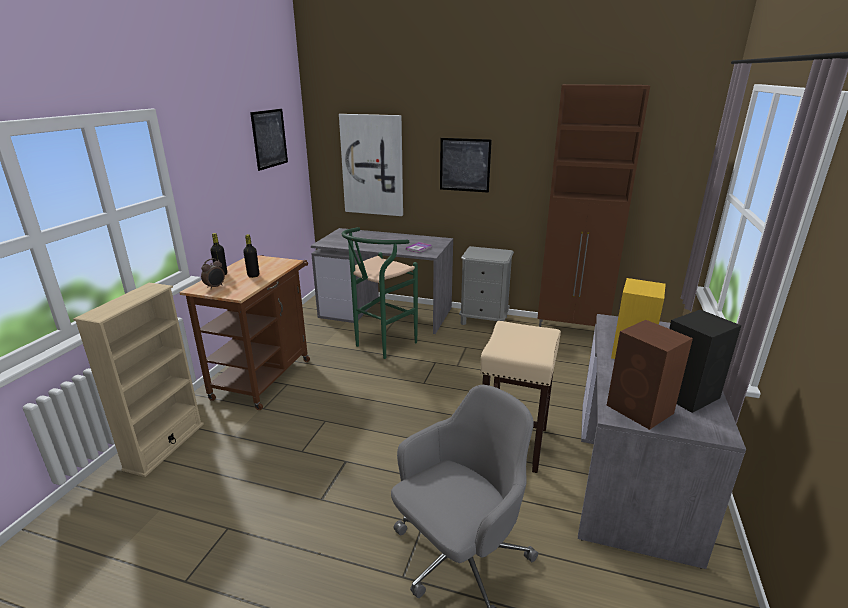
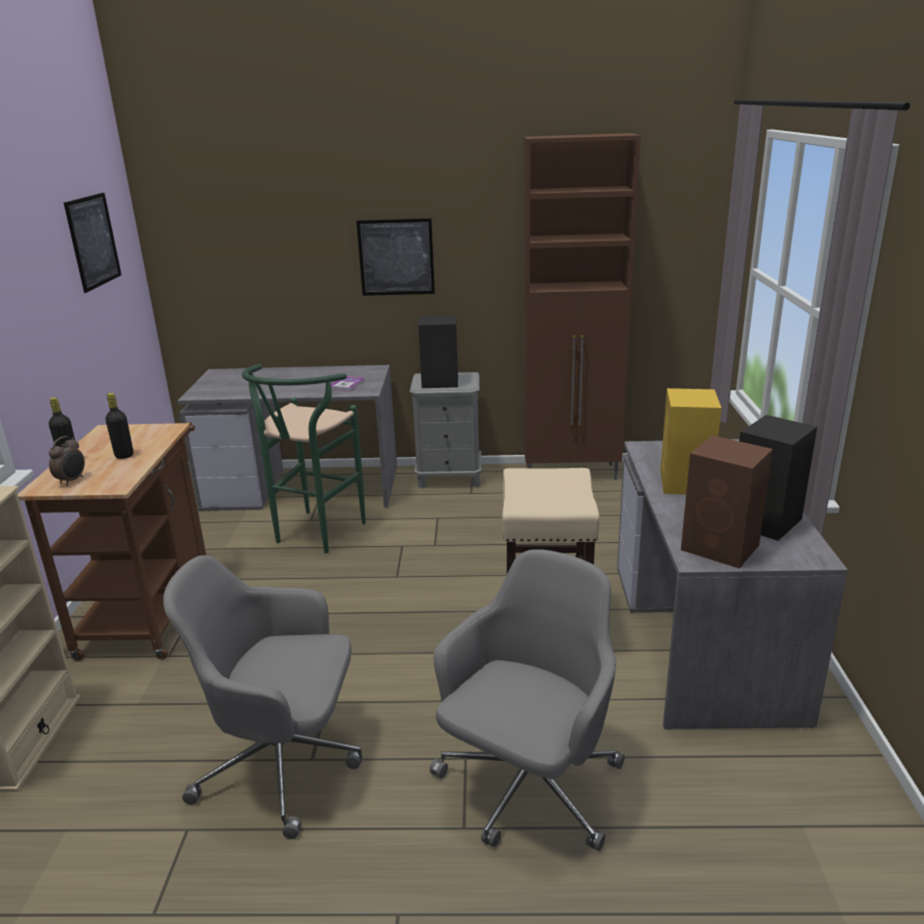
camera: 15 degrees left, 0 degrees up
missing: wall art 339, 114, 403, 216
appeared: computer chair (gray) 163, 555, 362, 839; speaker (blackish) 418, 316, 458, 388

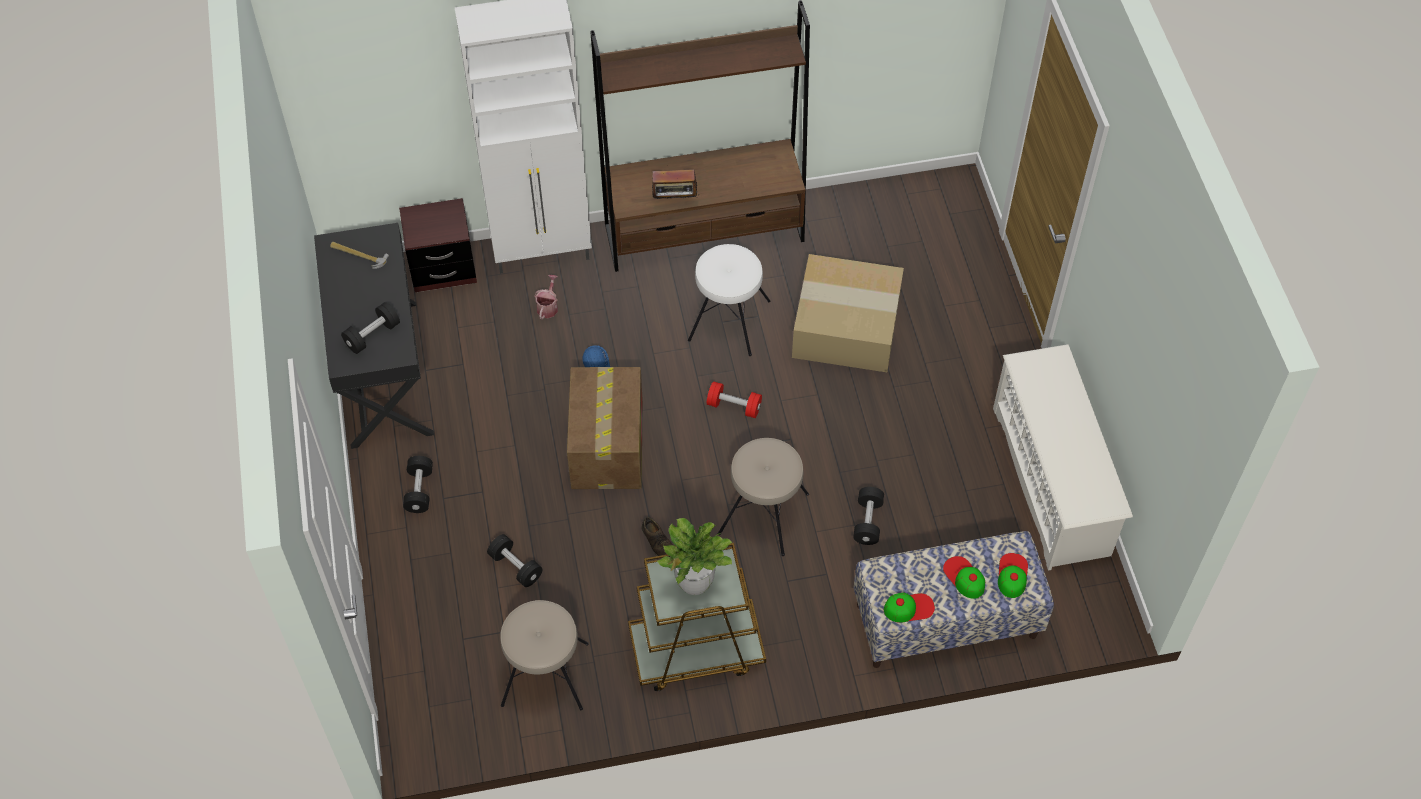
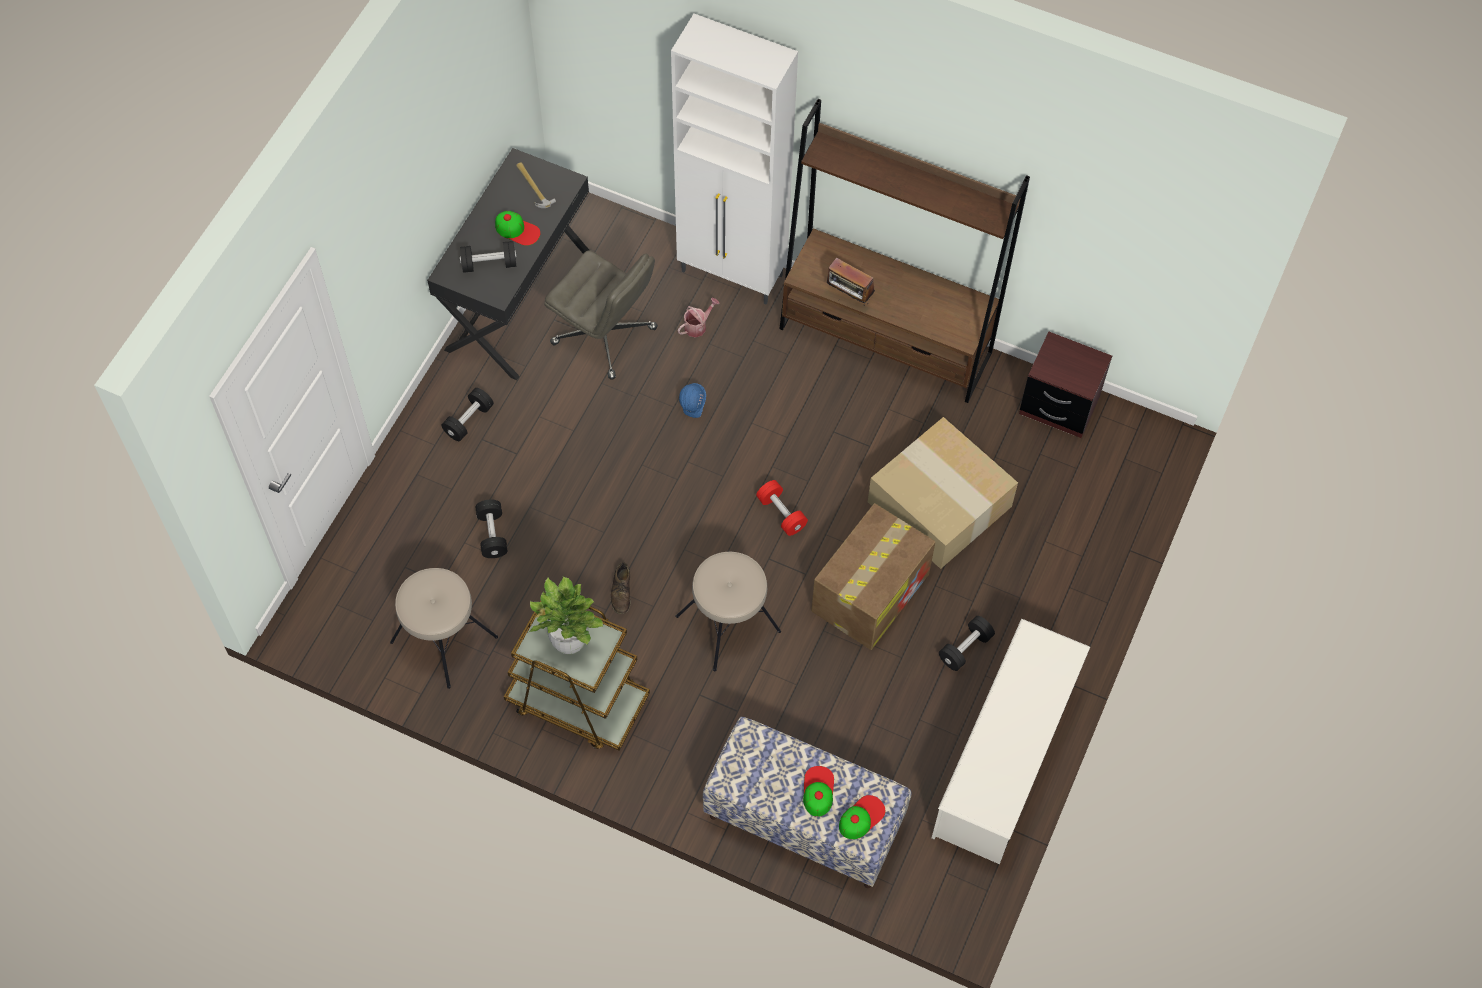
camera: 35 degrees right, 5 degrees up
missing: sitting stool (white-coloured) 688, 244, 771, 356
appeared: computer chair (gray) 544, 250, 658, 380
relocated: night table (brownish) 399, 198, 477, 292 to 1019, 332, 1112, 438; cardboard box 567, 367, 643, 489 to 811, 503, 936, 650; dumbbell (blackish) 853, 487, 884, 545 to 939, 616, 995, 671; cap 884, 593, 935, 623 to 495, 211, 540, 246

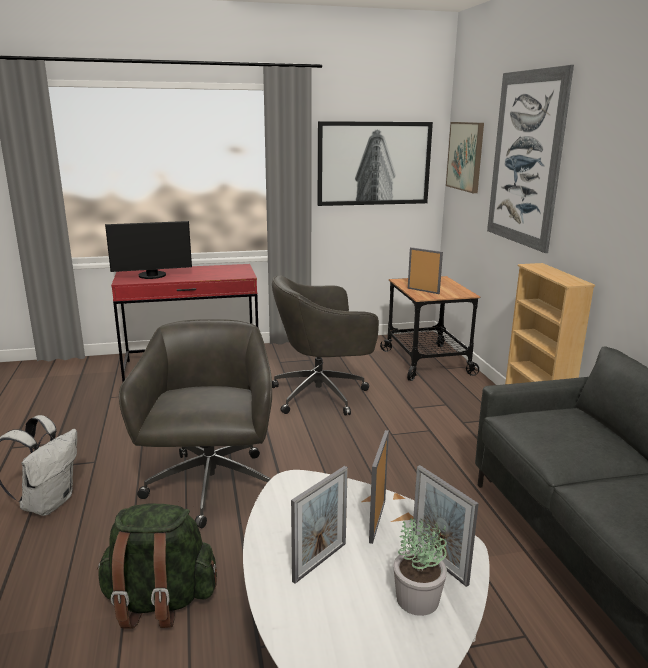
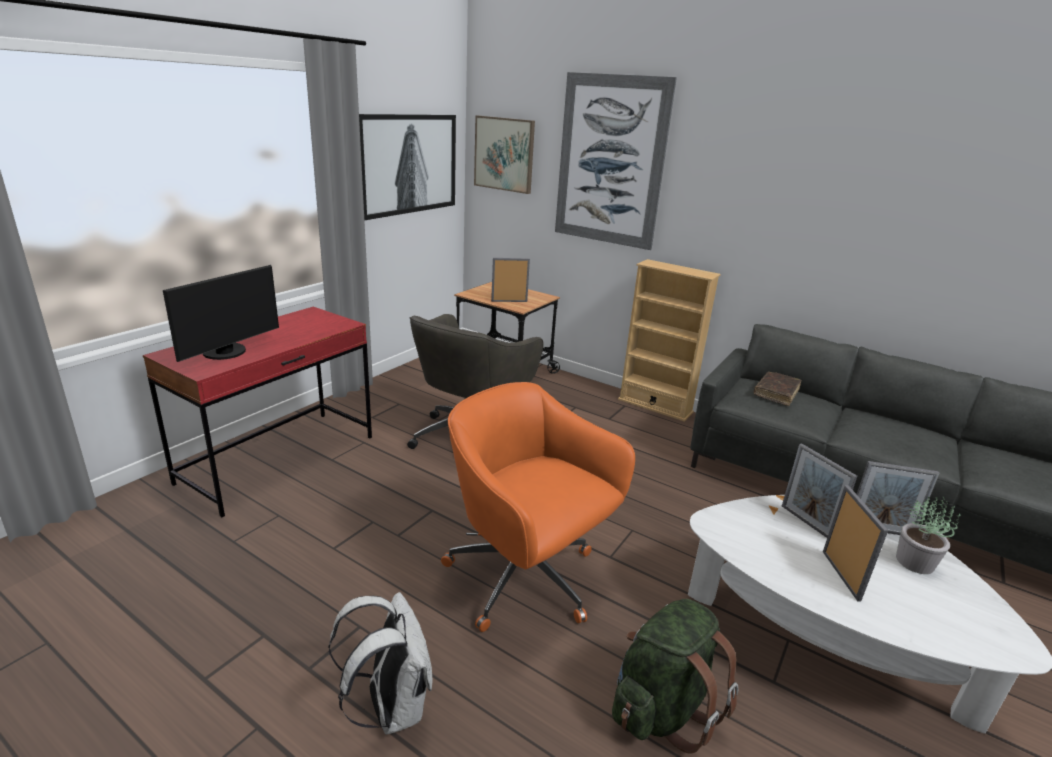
camera: 45 degrees left, 5 degrees up
appeared: book (brownish) 754, 372, 802, 406
colour: computer chair (gray) 119, 319, 272, 529 to computer chair (orangey) 441, 382, 635, 632

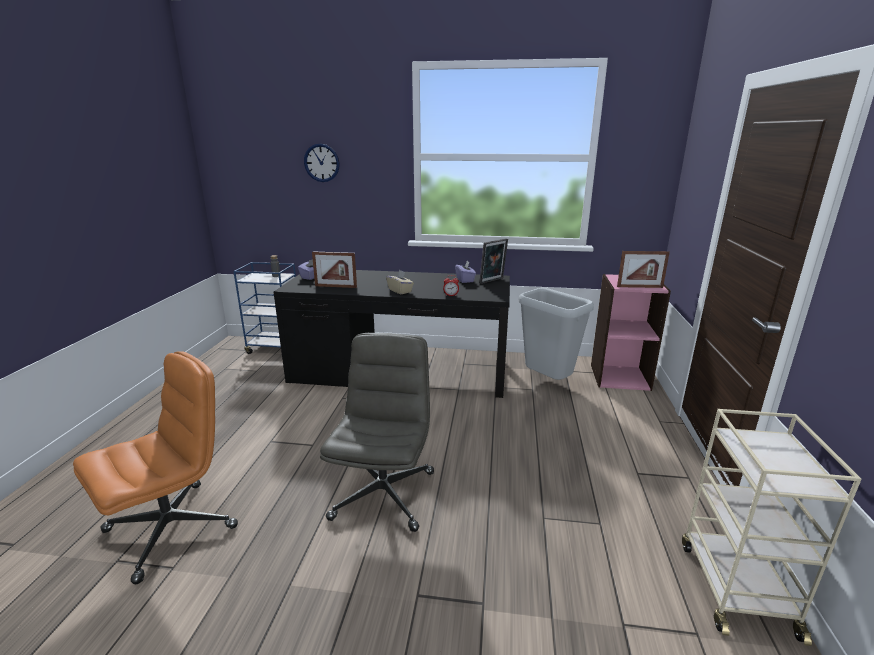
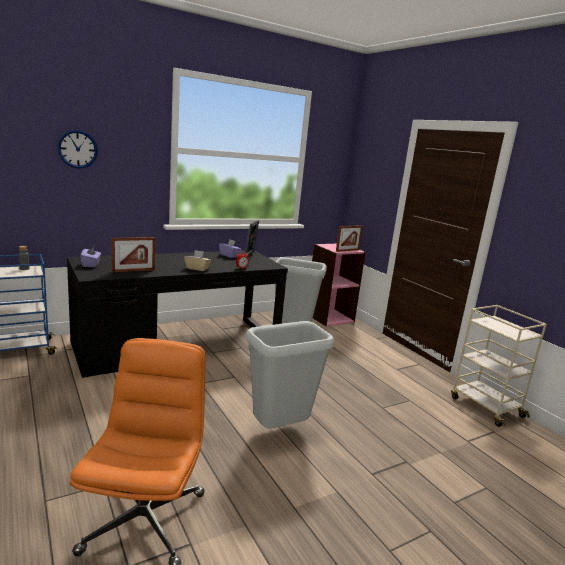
camera: 40 degrees left, 5 degrees down
exchanged: computer chair (gray) 320, 333, 434, 532 to waste bin (gray) 246, 321, 334, 428

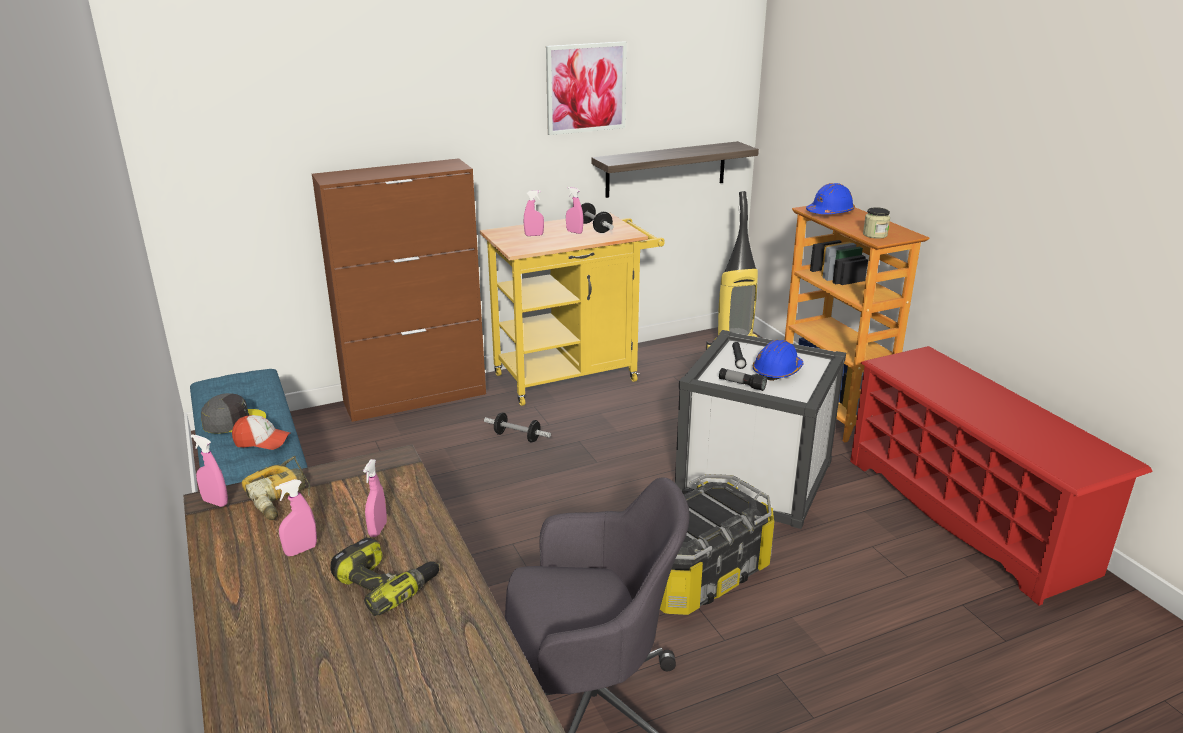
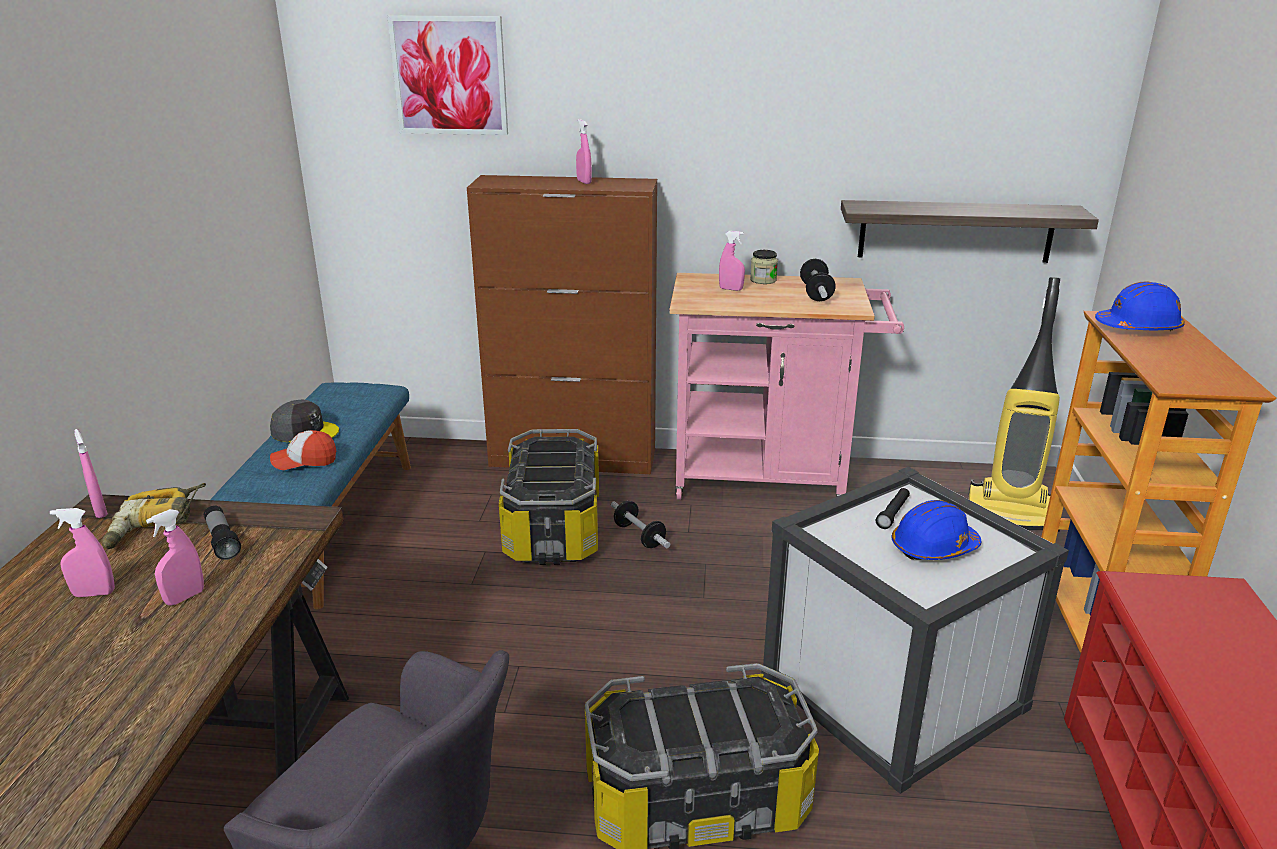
camera: 30 degrees right, 0 degrees up
missing: power drill 330, 537, 440, 616
appeared: storage container 499, 429, 599, 565
relocated: wall art 546, 41, 627, 135 to 387, 15, 508, 135; sprayer (pinkish) 566, 187, 583, 234 to 576, 119, 592, 184; flashlight 719, 368, 767, 391 to 204, 505, 241, 560; preserve jar 863, 207, 890, 239 to 750, 250, 778, 284
colour: cart (yellow-coloured) 480, 213, 665, 406 to cart (pinkish) 669, 273, 904, 500
spun: cap 232, 415, 291, 450 = 270, 430, 336, 470 135 degrees clockwise

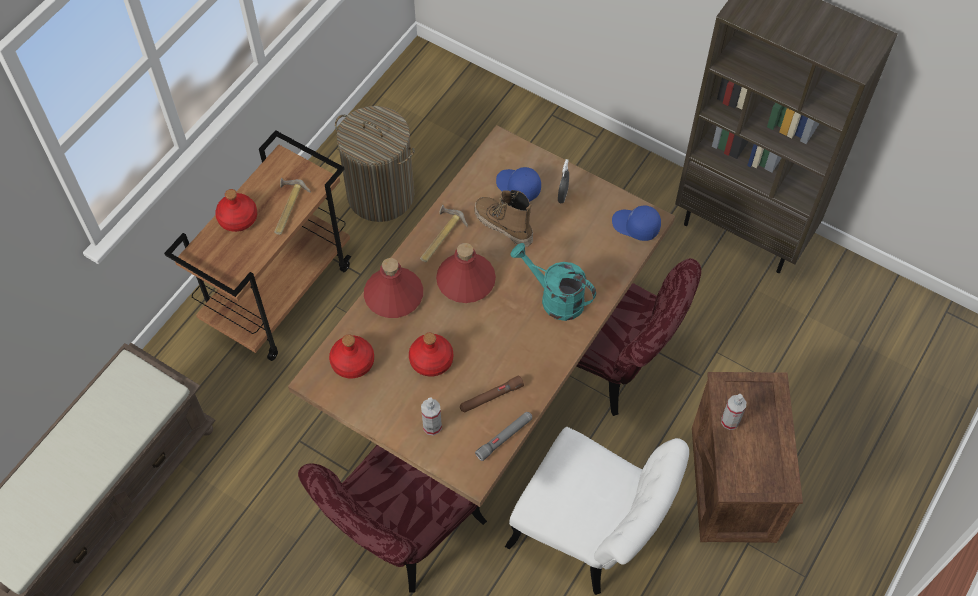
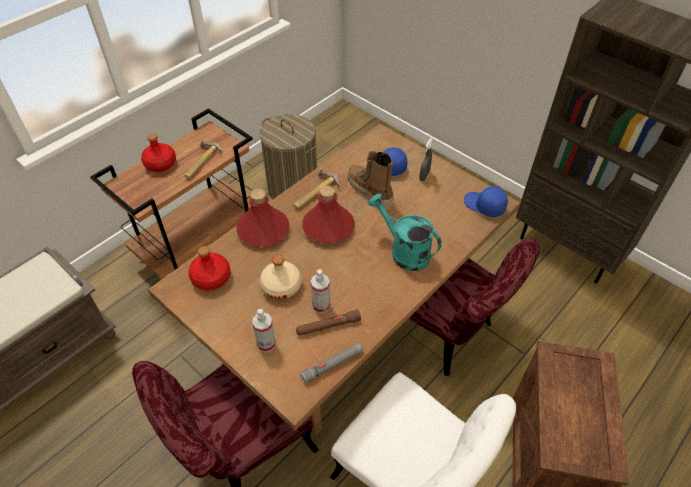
camera: 10 degrees right, 10 degrees down
relocated: sprayer 721, 394, 746, 430 to 311, 269, 330, 313
colour: drink bottle (red) 409, 333, 453, 377 to drink bottle (beige) 260, 255, 301, 299

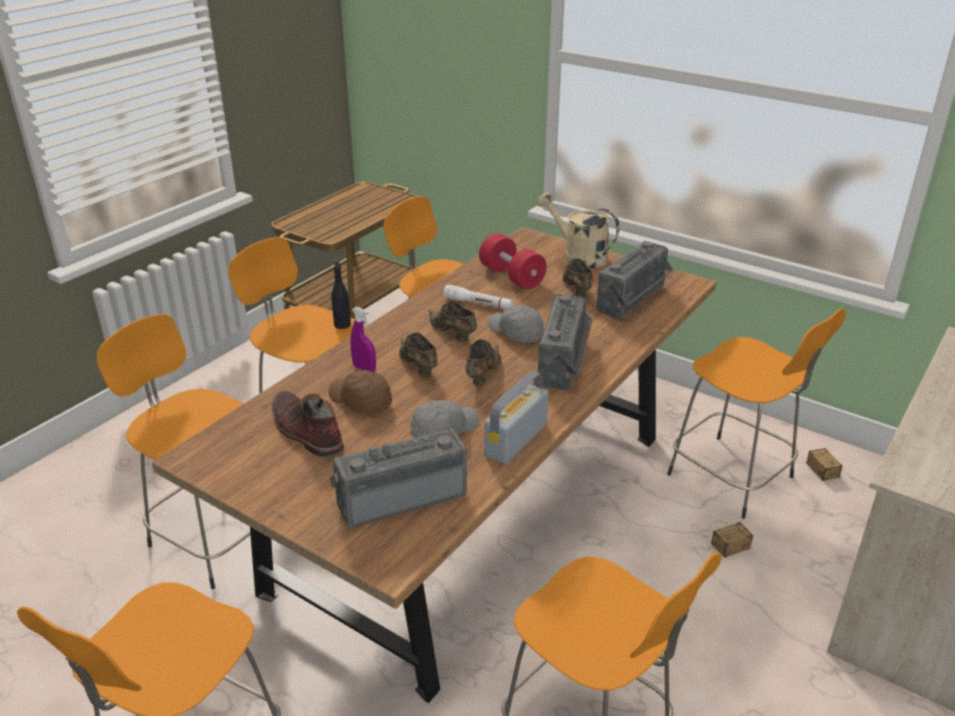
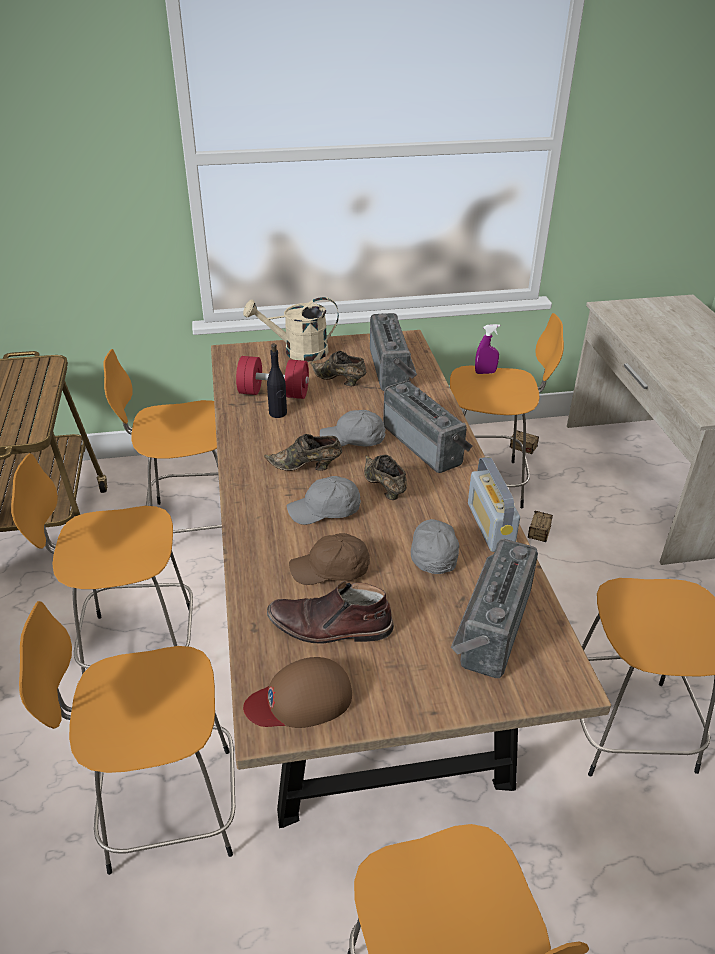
camera: 45 degrees left, 5 degrees up
missing: flashlight (white-coloured) 444, 285, 513, 309
appeared: cap (brownish) 243, 657, 352, 728
relocated: drink bottle (blackish) 331, 260, 351, 329 to 267, 344, 287, 418; sprayer (purplish) 350, 307, 376, 372 to 475, 324, 500, 374
exchanged: low shoe (brownish) 399, 332, 438, 377 to cap (gray) 287, 476, 361, 525

